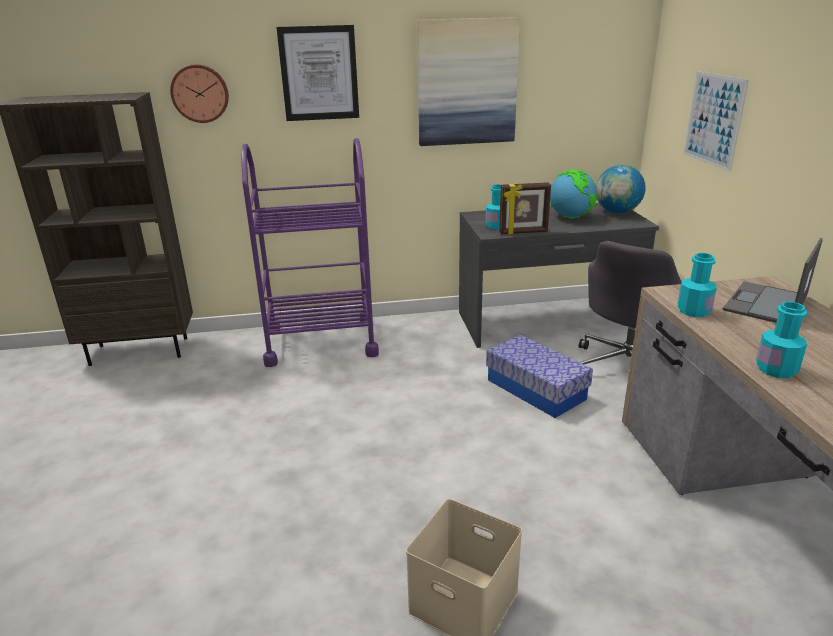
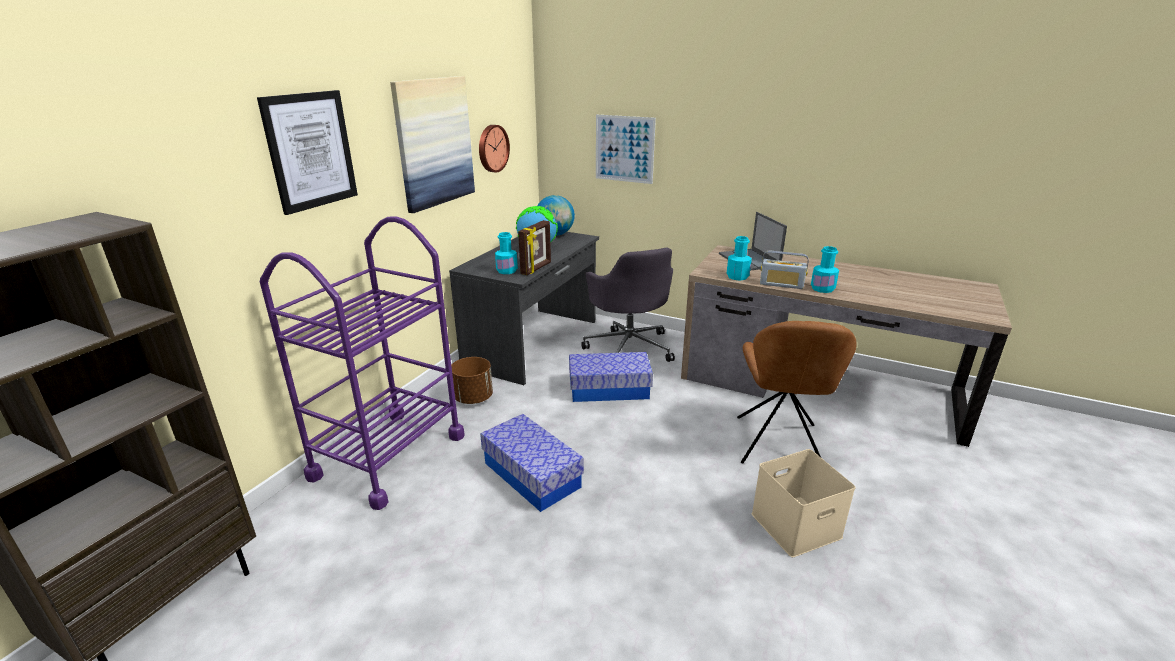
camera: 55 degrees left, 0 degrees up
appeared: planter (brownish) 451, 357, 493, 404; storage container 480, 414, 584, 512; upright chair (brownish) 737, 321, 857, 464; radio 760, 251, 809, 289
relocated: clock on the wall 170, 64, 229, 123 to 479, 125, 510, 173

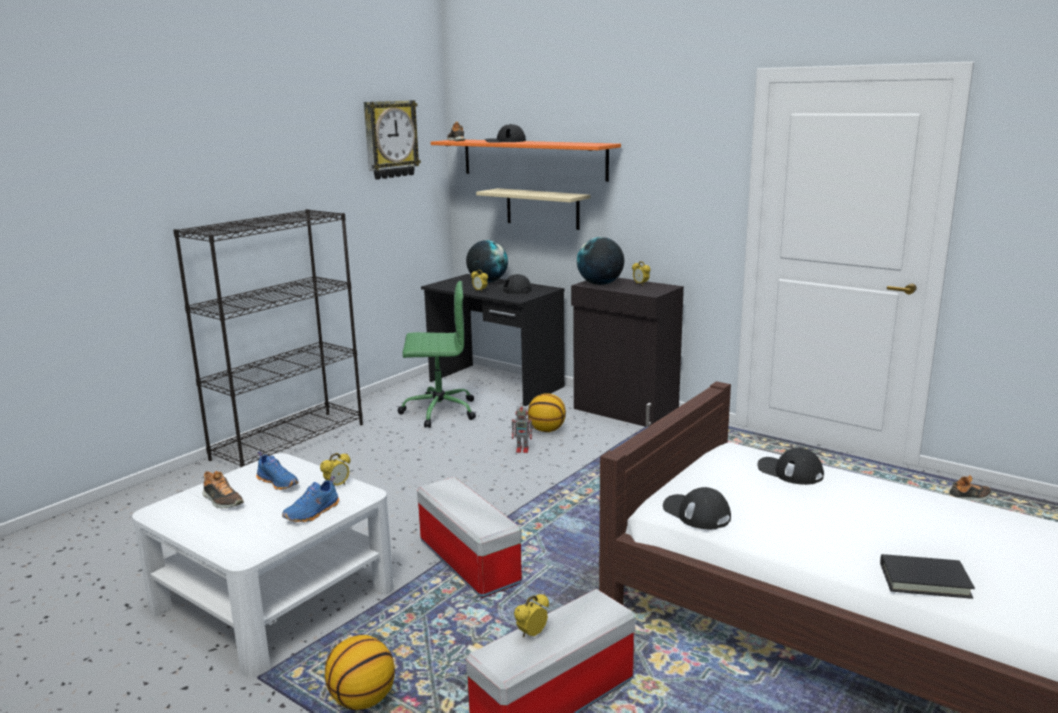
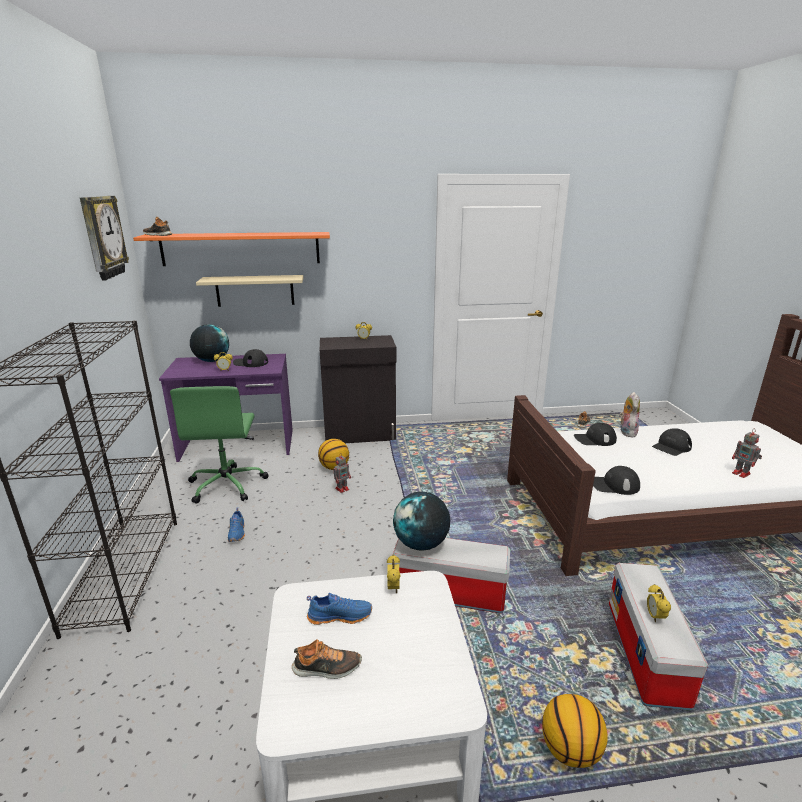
camera: 45 degrees left, 5 degrees up
appeared: cuddly toy 620, 392, 640, 437
relocated: low shoe (blue-coloured) 282, 476, 339, 522 to 228, 508, 245, 542; cap (blackish) 485, 124, 526, 143 to 652, 428, 692, 456; world globe 577, 237, 624, 285 to 393, 492, 450, 551
exchanged: book (blackish) 880, 554, 975, 599 to robot figure 732, 429, 762, 478
colour: desk table (blackish) 421, 274, 565, 406 to desk table (purplish) 159, 354, 293, 462
spun: computer chair (greenish) 398, 281, 476, 428 = 170, 386, 268, 504 135 degrees clockwise

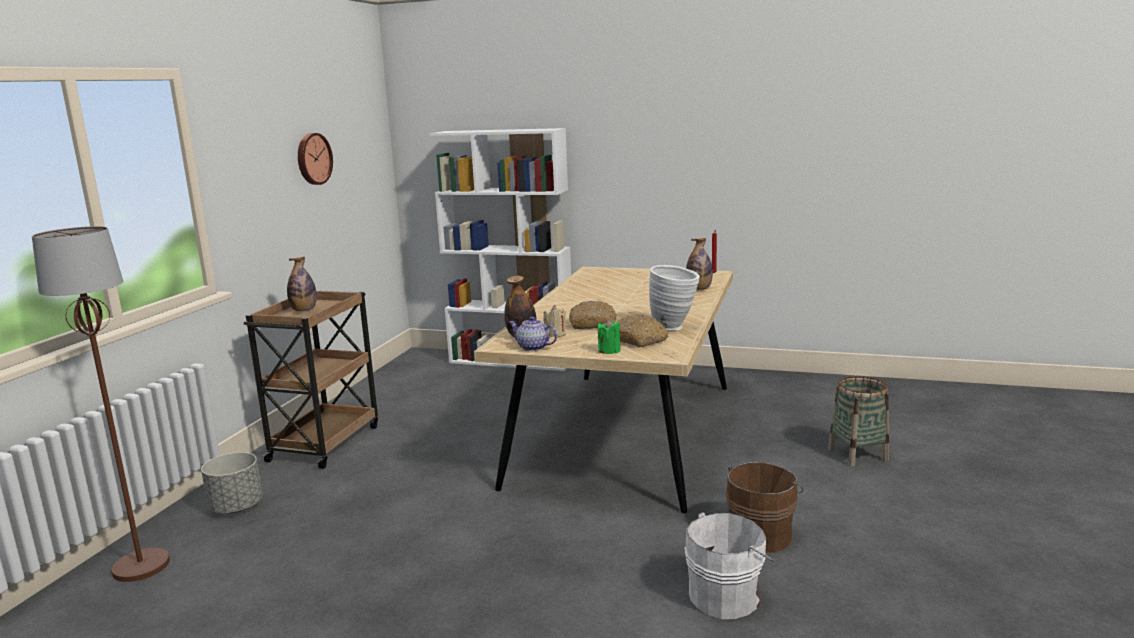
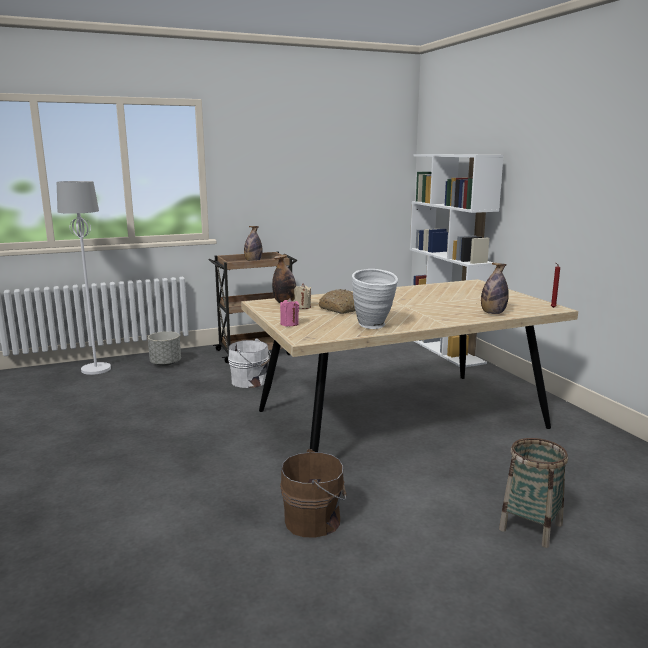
camera: 50 degrees right, 0 degrees up
missing: clock on the wall 298, 133, 333, 185; tea pot 509, 316, 558, 351; bakery bread 615, 314, 669, 347
relocated: bucket (white-coloured) 684, 512, 774, 619 to 228, 338, 271, 388
colour: floor lamp (brownish) 32, 226, 170, 582 to floor lamp (white-coloured) 57, 181, 111, 375; wax candle (greenish) 598, 319, 621, 354 to wax candle (pinkish) 280, 298, 299, 326

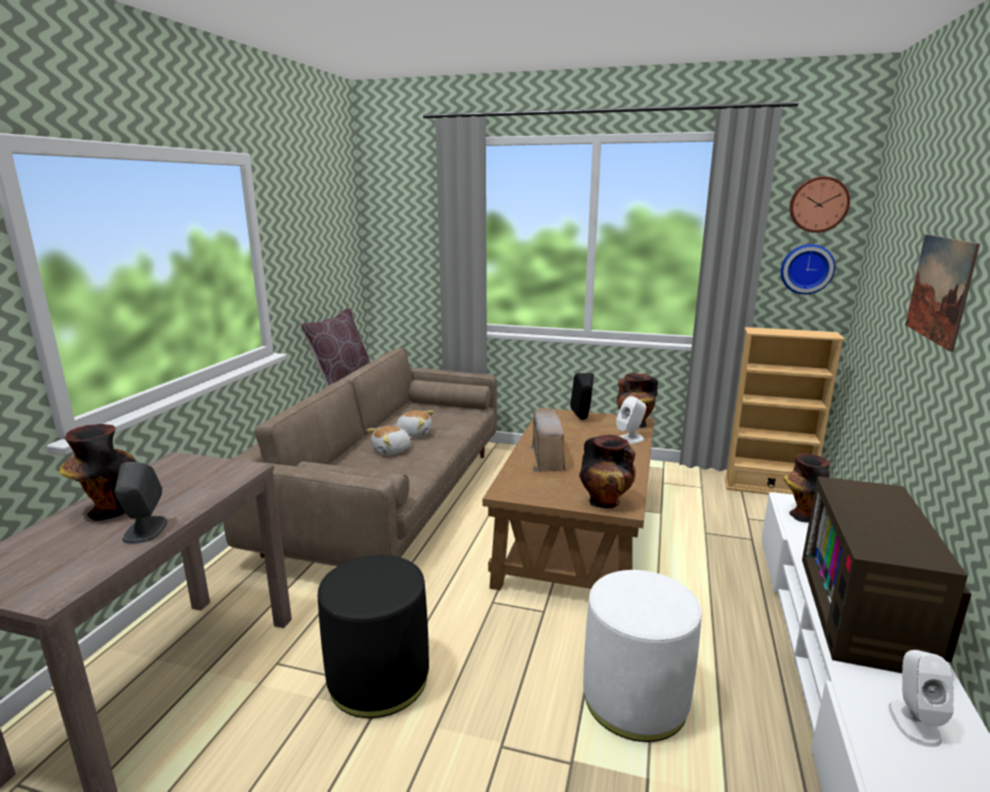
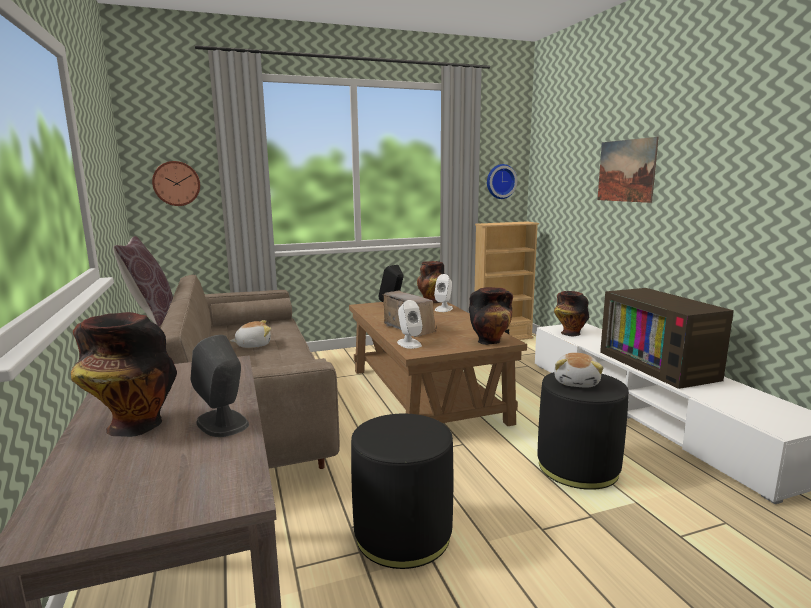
camera: 35 degrees left, 5 degrees down
relocated: cuddly toy 367, 426, 412, 455 to 554, 353, 603, 388; clock on the wall 789, 176, 850, 233 to 152, 161, 200, 206; speaker (white-coloured) 889, 650, 953, 747 to 397, 300, 423, 349
colour: footrest (white-coloured) 583, 570, 702, 742 to footrest (blackish) 537, 372, 629, 490

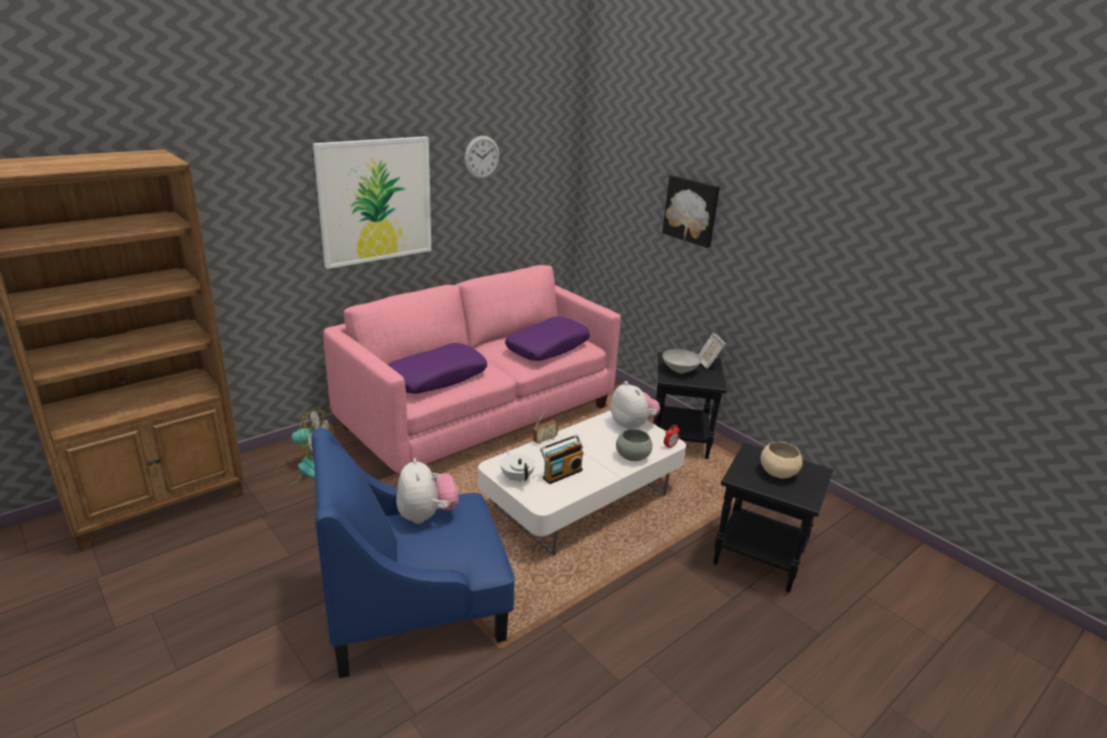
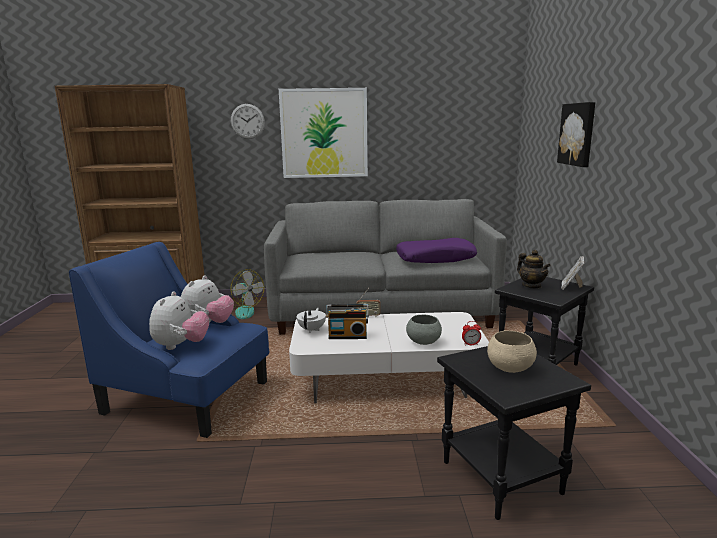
camera: 40 degrees right, 10 degrees down
missing: pillow (purplish) 388, 343, 487, 394
relocated: clock on the wall 464, 136, 499, 180 to 231, 104, 265, 139; cuddly toy 610, 381, 660, 430 to 149, 291, 209, 350
exchanged: bowl (gray) 662, 349, 702, 373 to tea pot 517, 250, 551, 289
colour: settee (pinkish) 323, 265, 621, 473 to settee (gray) 264, 199, 507, 335

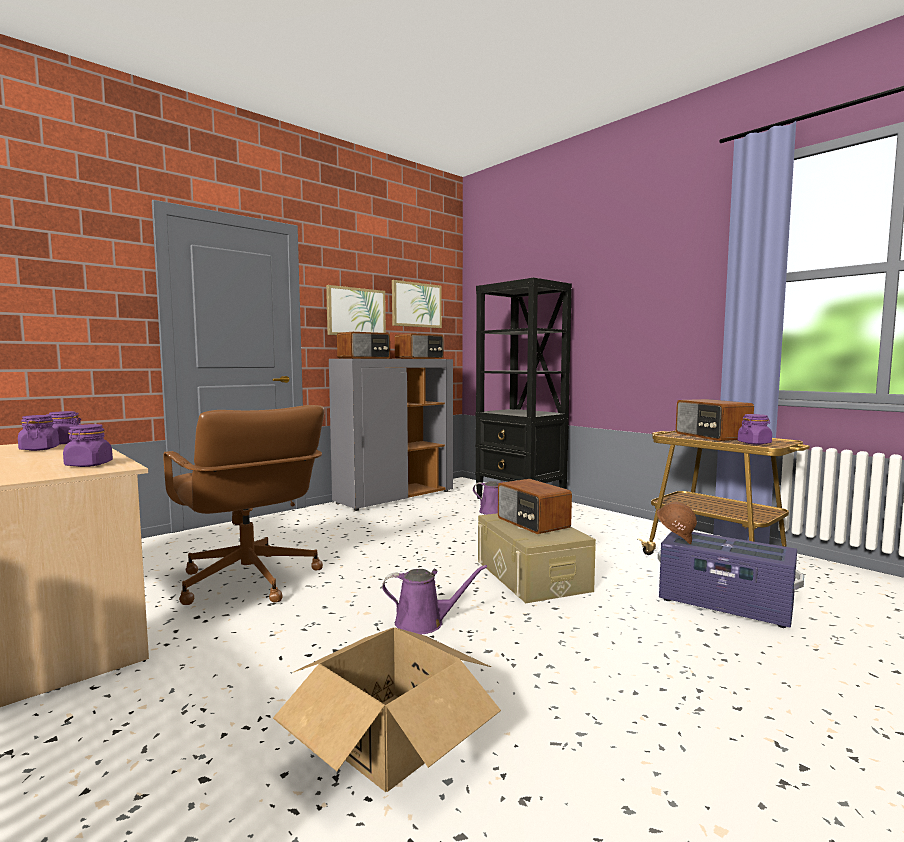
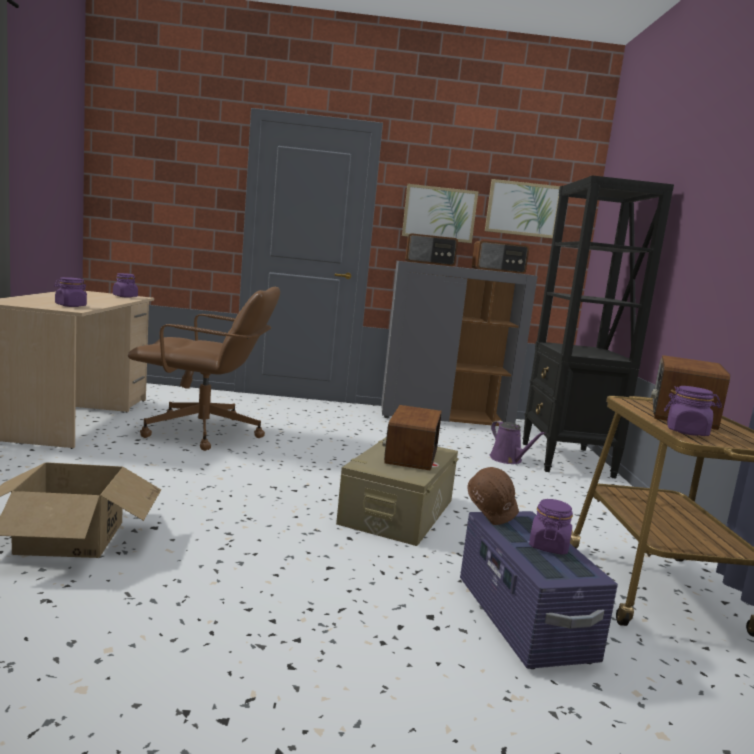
camera: 40 degrees right, 5 degrees up
missing: watering can (purplish) 382, 565, 487, 634
relocated: preserve jar (purplish) 18, 415, 59, 451 to 529, 499, 573, 555
spun: computer chair (brownish) 163, 405, 325, 605 = 128, 287, 280, 451 90 degrees counterclockwise

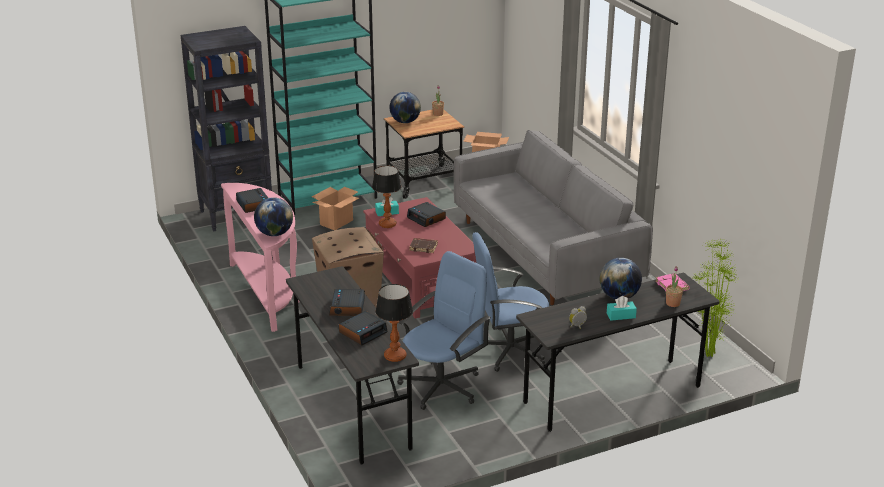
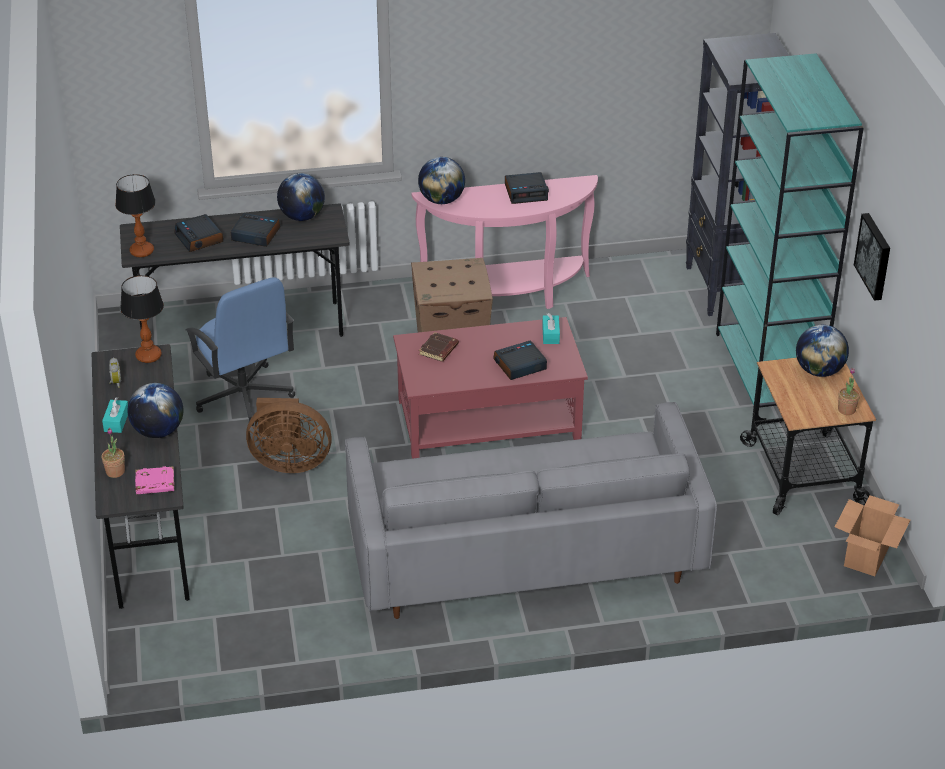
camera: 105 degrees right, 10 degrees up
missing: cardboard box 312, 187, 359, 230; potted plant 691, 239, 738, 357
appeared: world globe 277, 173, 325, 221; wall art 854, 213, 890, 301
relocated: lamp for a table 372, 165, 402, 228 to 120, 275, 164, 363
exchanged: computer chair (blue-coloured) 472, 232, 549, 372 to cooling fan (brownish) 246, 398, 332, 473

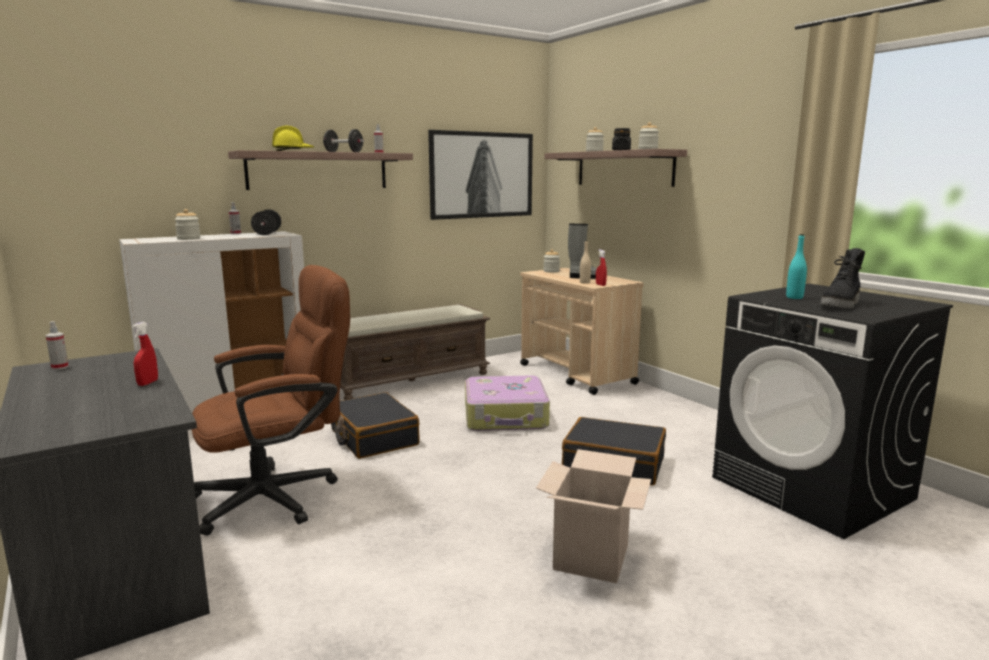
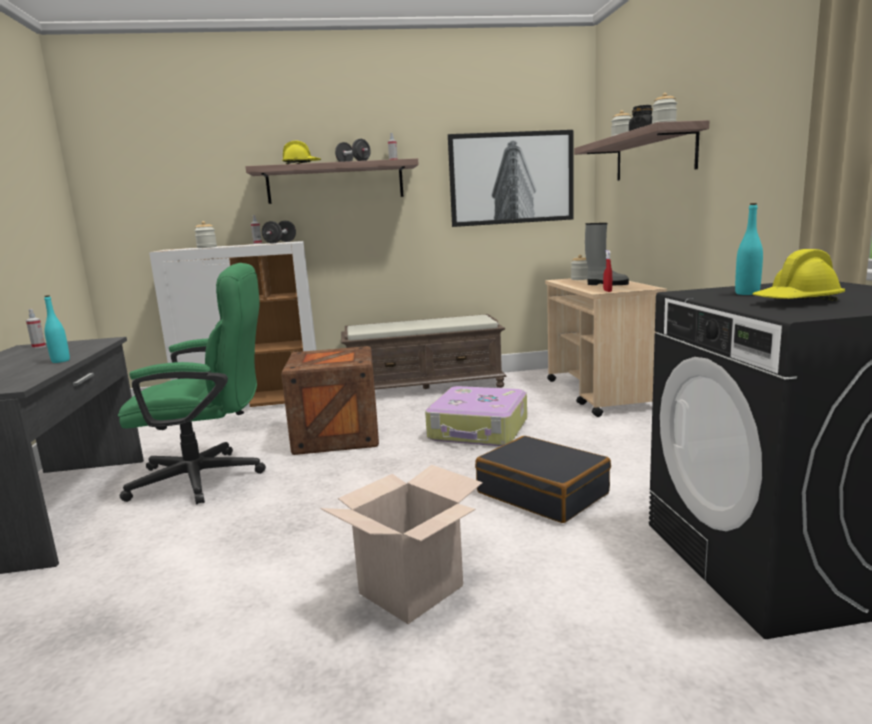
camera: 25 degrees right, 0 degrees up
missing: drink bottle (beige) 580, 241, 591, 284
exchanged: sprayer (red) 131, 322, 158, 386 to drink bottle (turquoise) 44, 295, 70, 363; travel case (blackish) 331, 392, 420, 459 to crate 281, 346, 379, 455; high-top boot (blackish) 820, 248, 865, 308 to hard hat (yellow-coloured) 753, 249, 845, 301
colour: computer chair (brownish) 191, 265, 350, 535 to computer chair (greenish) 118, 263, 266, 504

